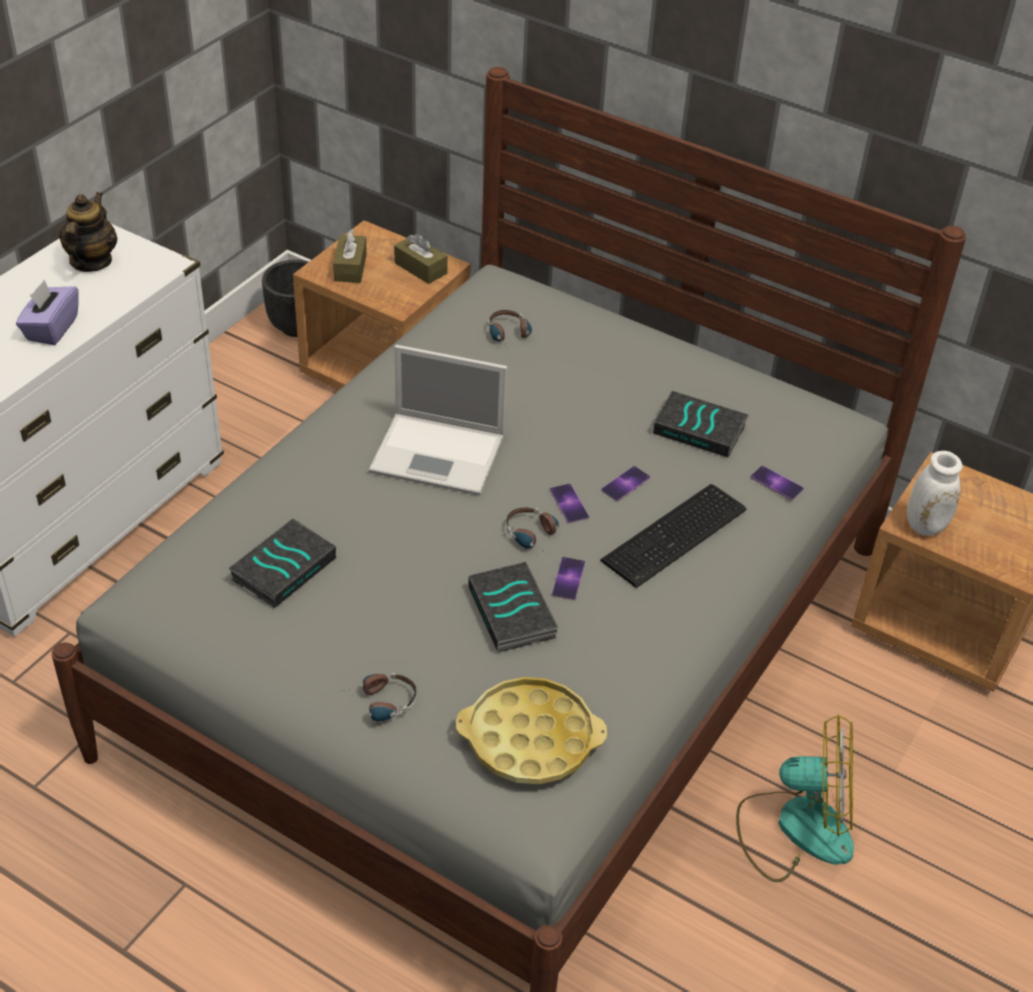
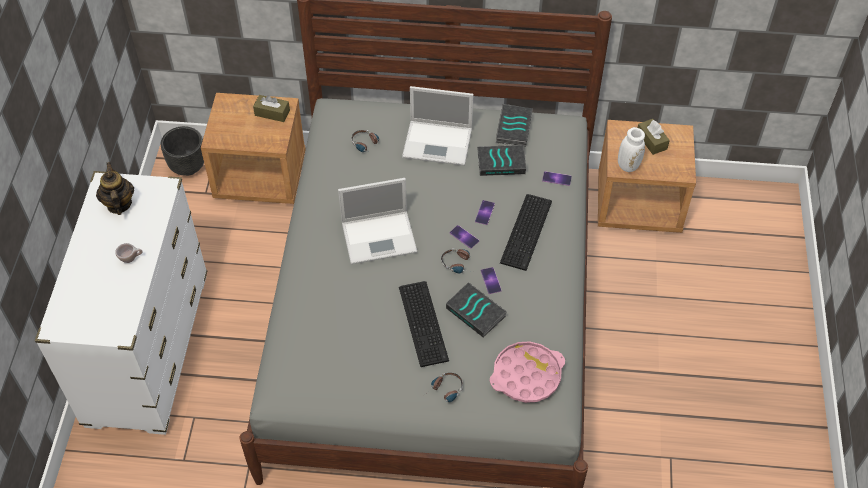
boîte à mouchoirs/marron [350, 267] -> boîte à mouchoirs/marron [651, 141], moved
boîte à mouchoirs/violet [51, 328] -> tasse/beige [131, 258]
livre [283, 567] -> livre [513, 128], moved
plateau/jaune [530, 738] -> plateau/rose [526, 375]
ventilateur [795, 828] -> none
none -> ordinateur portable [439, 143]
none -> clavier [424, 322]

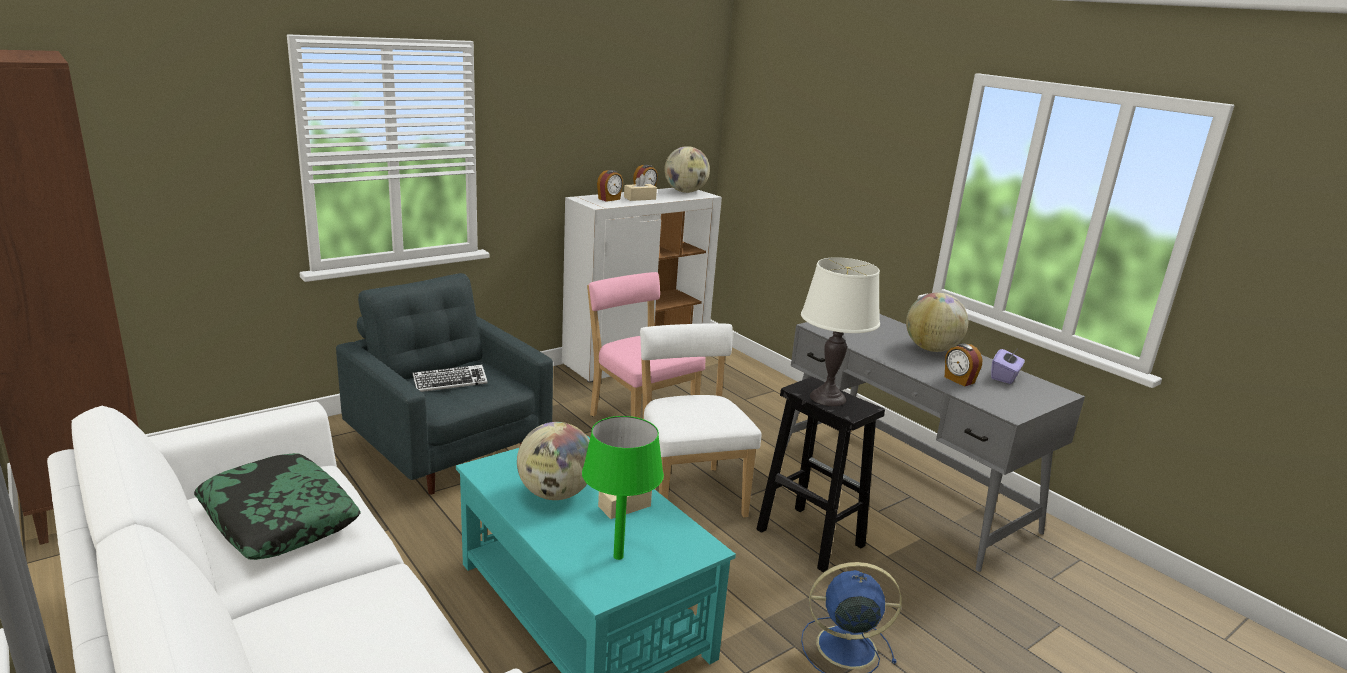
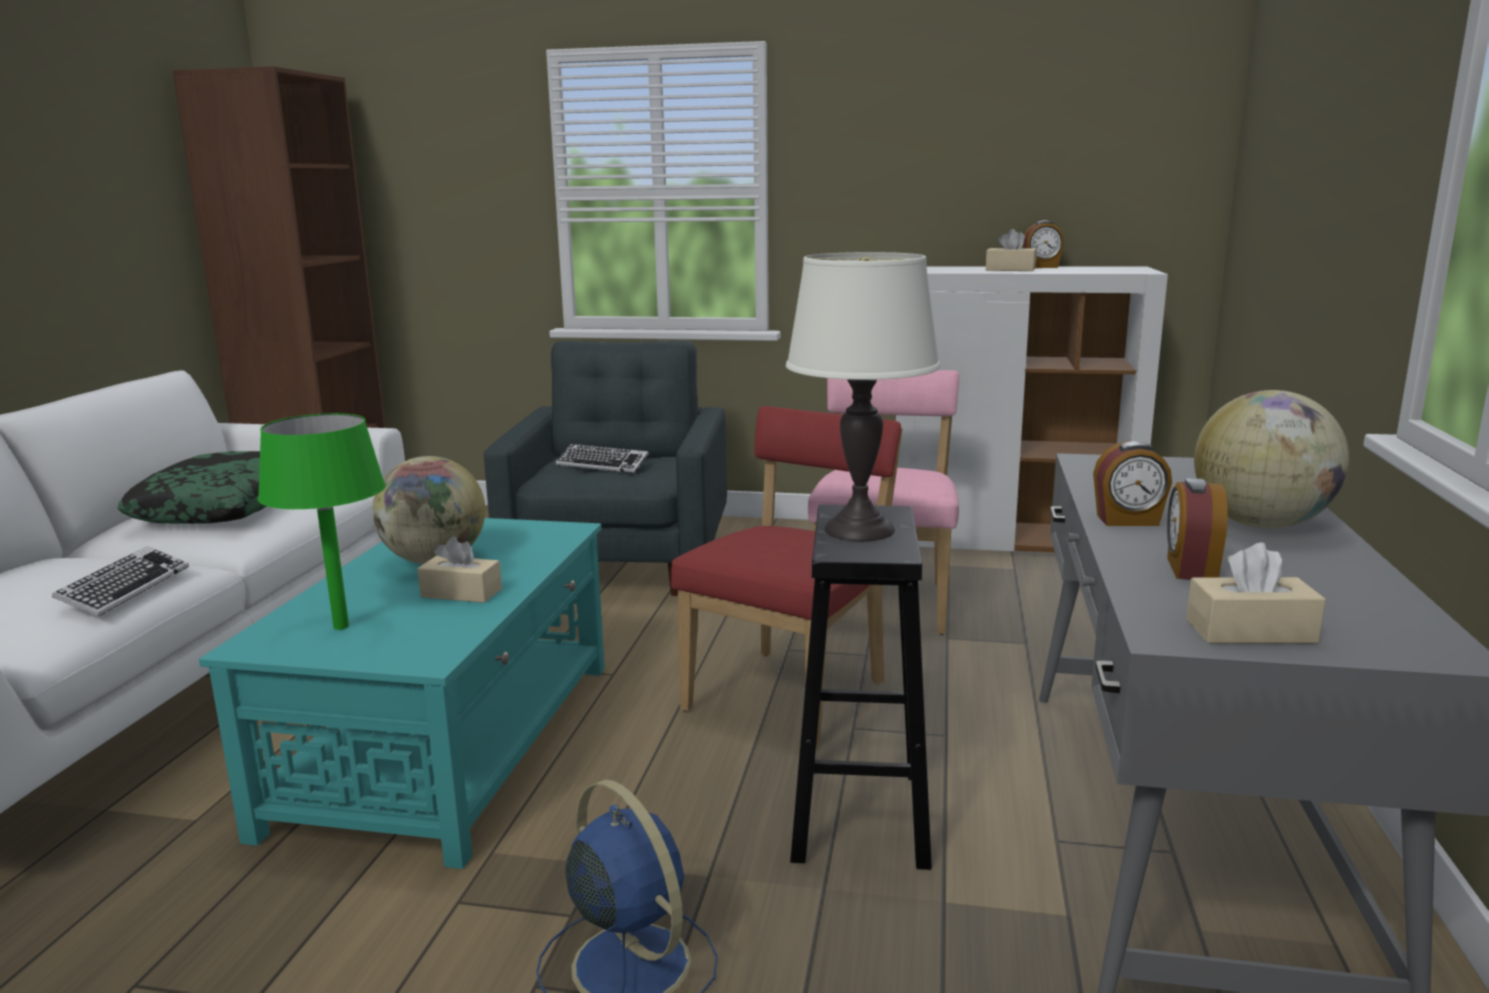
globe [685, 192] -> none
réveil [609, 199] -> réveil [1128, 521], moved
chaise/blanc [688, 492] -> chaise/rouge [792, 692]
boîte à mouchoirs/violet [1005, 377] -> none
none -> boîte à mouchoirs/beige [1250, 631]
none -> clavier [125, 589]

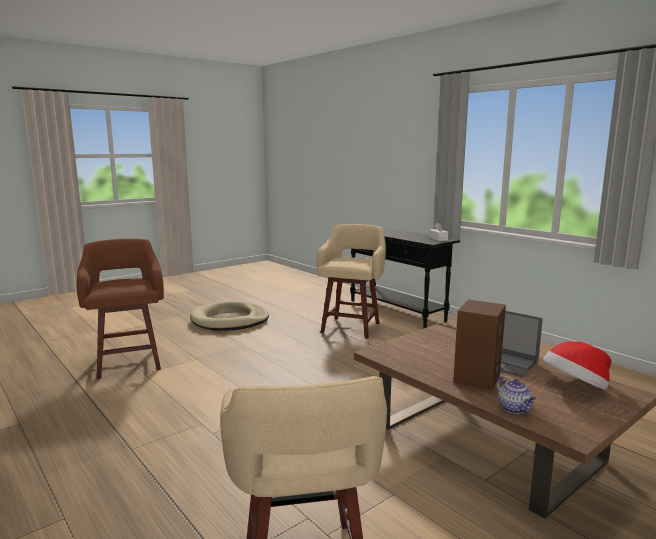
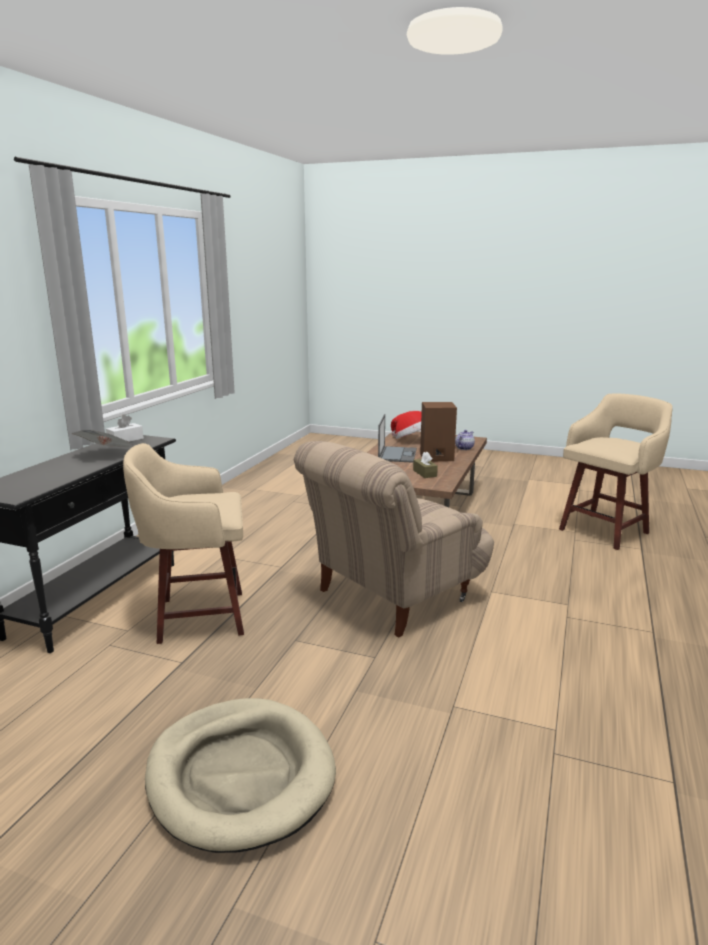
tabouret/marron [128, 362] -> none
none -> journal [107, 454]
none -> fauteuil/beige [393, 596]
none -> boîte à mouchoirs/marron [424, 473]

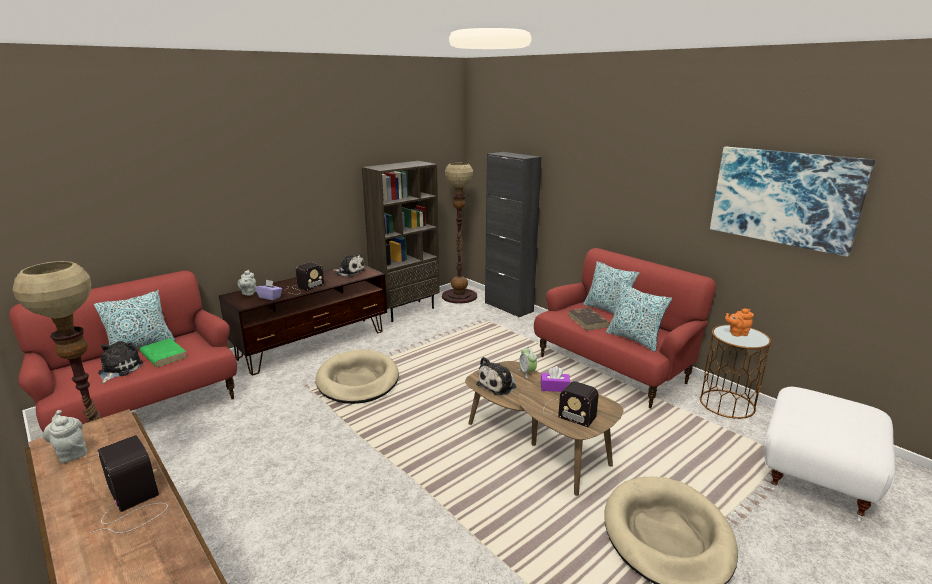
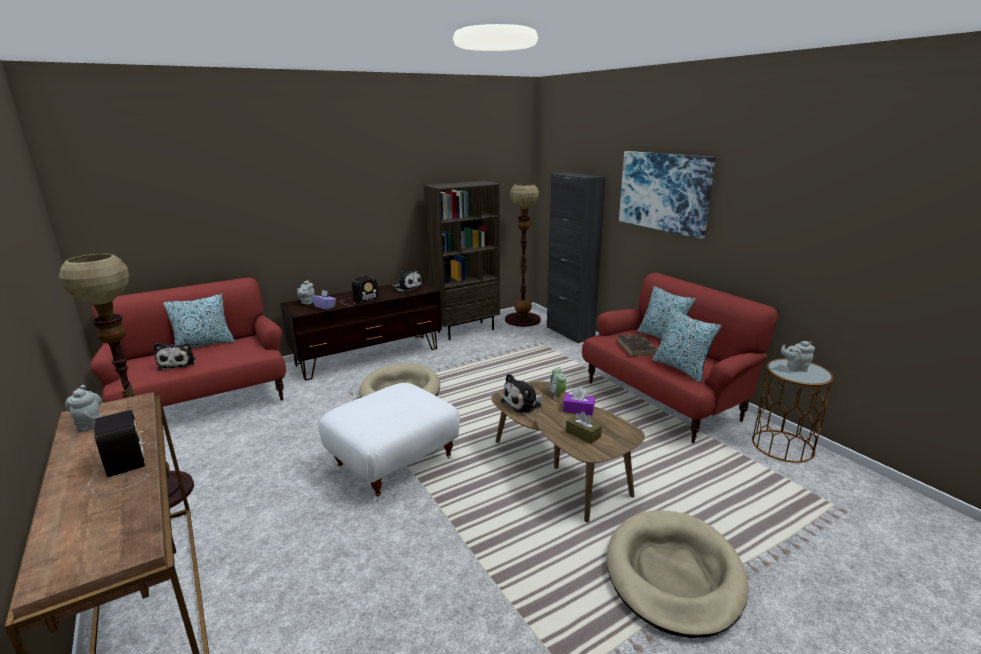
tableau [784, 197] -> tableau [664, 192], moved
théière/orange [737, 333] -> théière/gris [795, 368]
livre/vert [163, 355] -> none
peluche [118, 370] -> peluche [178, 363], 150 degrees clockwise
radio [567, 412] -> boîte à mouchoirs/marron [583, 434]
pouf/blanc [815, 475] -> pouf/blanc [394, 463], moved

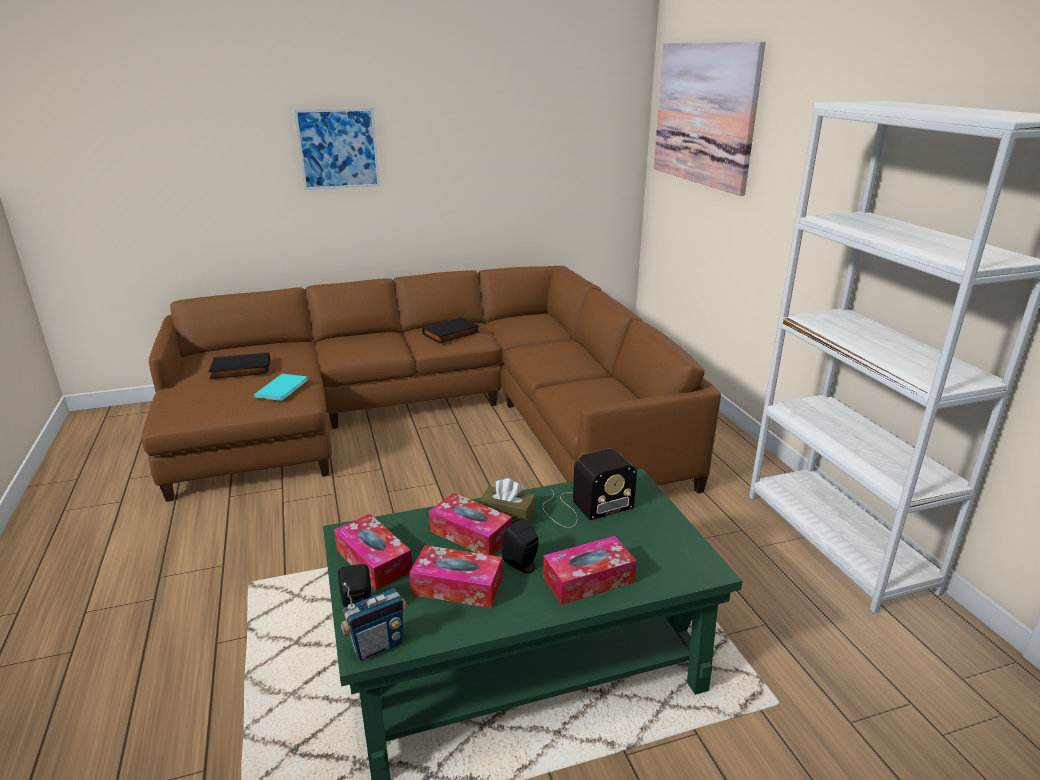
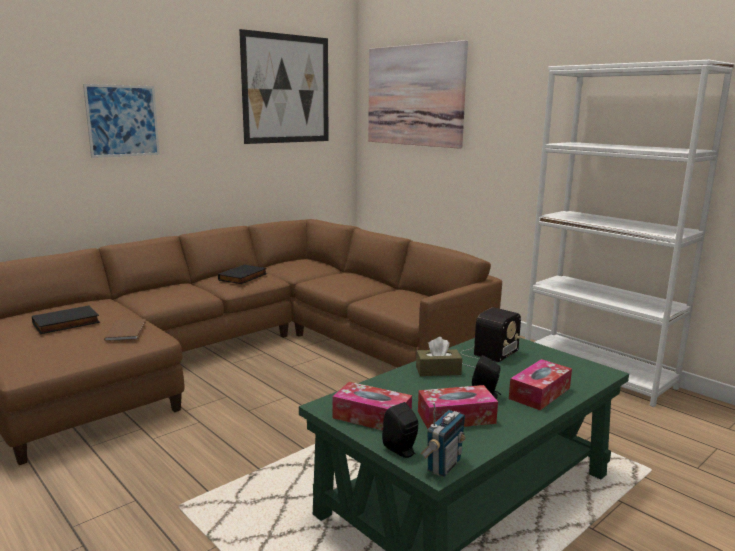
livre/turquoise [283, 387] -> livre/marron [127, 330]
boîte à mouchoirs [471, 534] -> none
none -> tableau [286, 89]

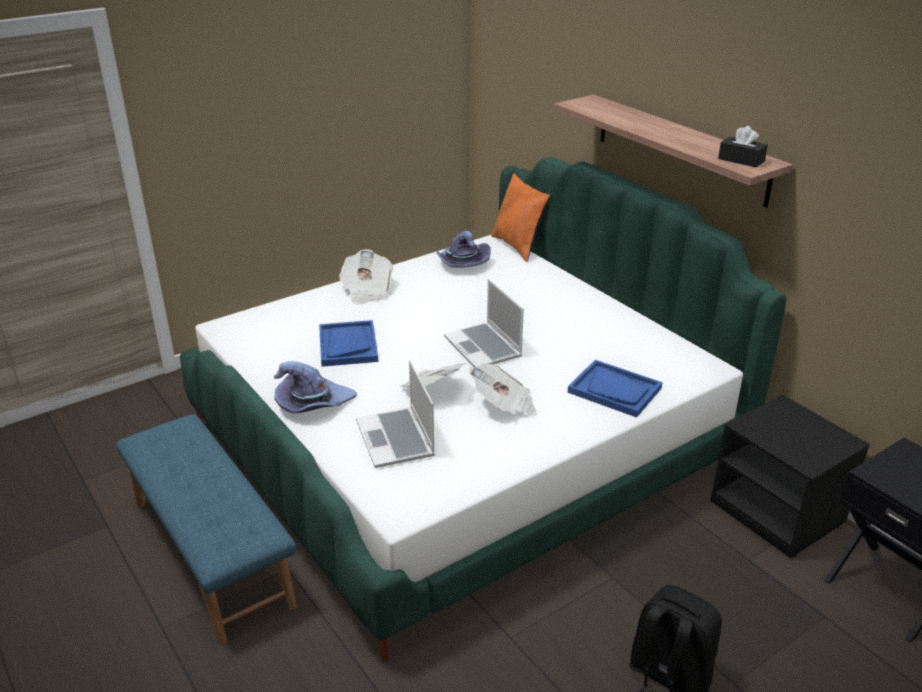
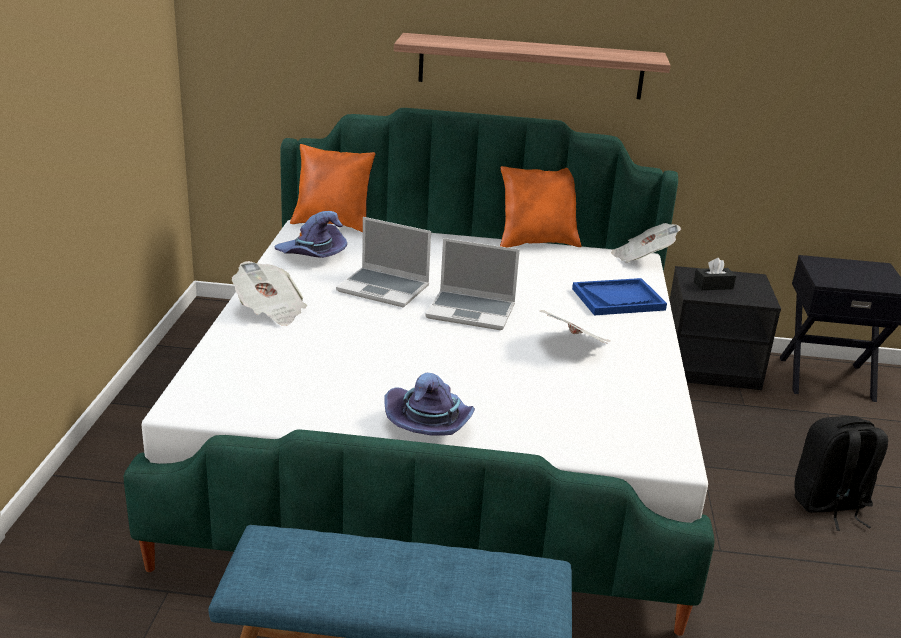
boîte à mouchoirs/noir [741, 160] -> boîte à mouchoirs/noir [713, 286], moved
plateau/bleu [348, 345] -> none
ordinateur portable [396, 440] -> ordinateur portable [385, 289], moved
journal [433, 389] -> journal [642, 258], moved
none -> coussin/orange [537, 243]

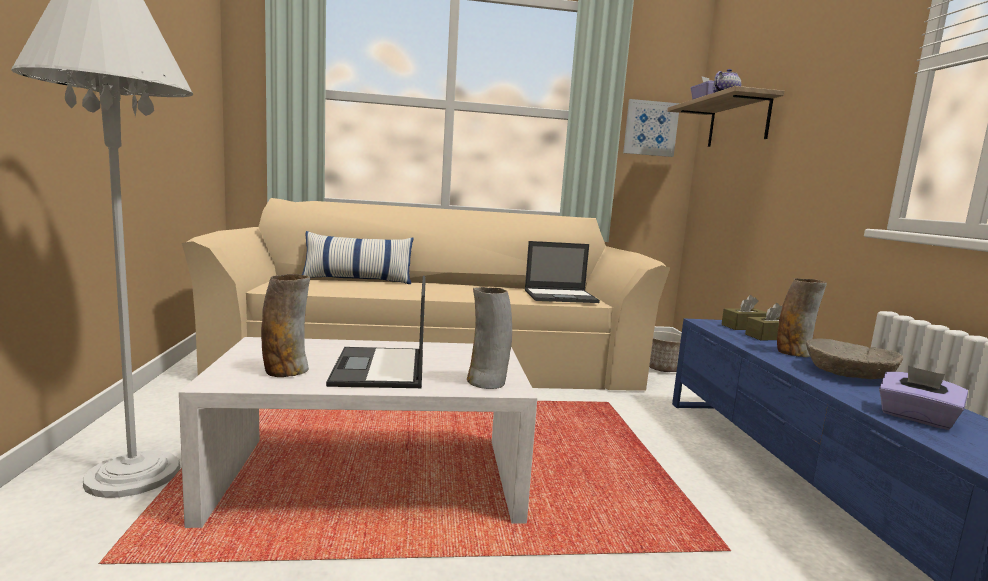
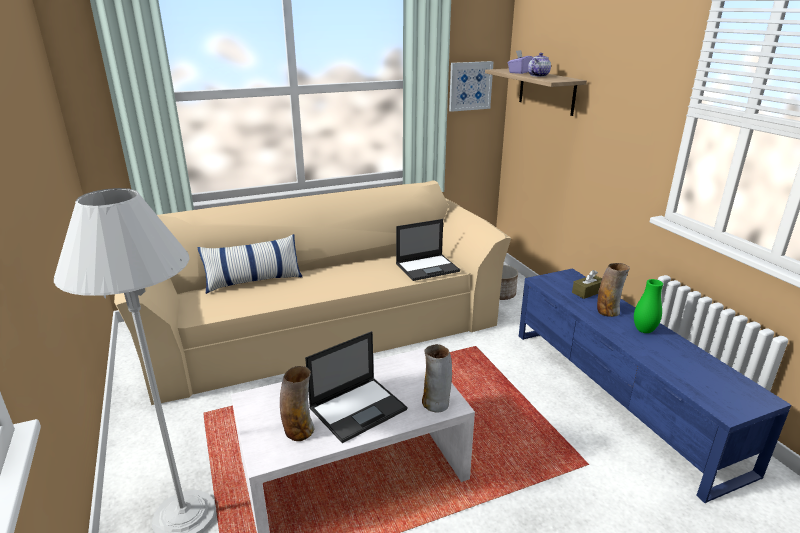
ordinateur portable [380, 369] -> ordinateur portable [359, 408], 105 degrees counterclockwise
boîte à mouchoirs/marron [744, 327] -> none
bol/beige [848, 373] -> vase/vert [644, 330]
boîte à mouchoirs/violet [916, 418] -> none

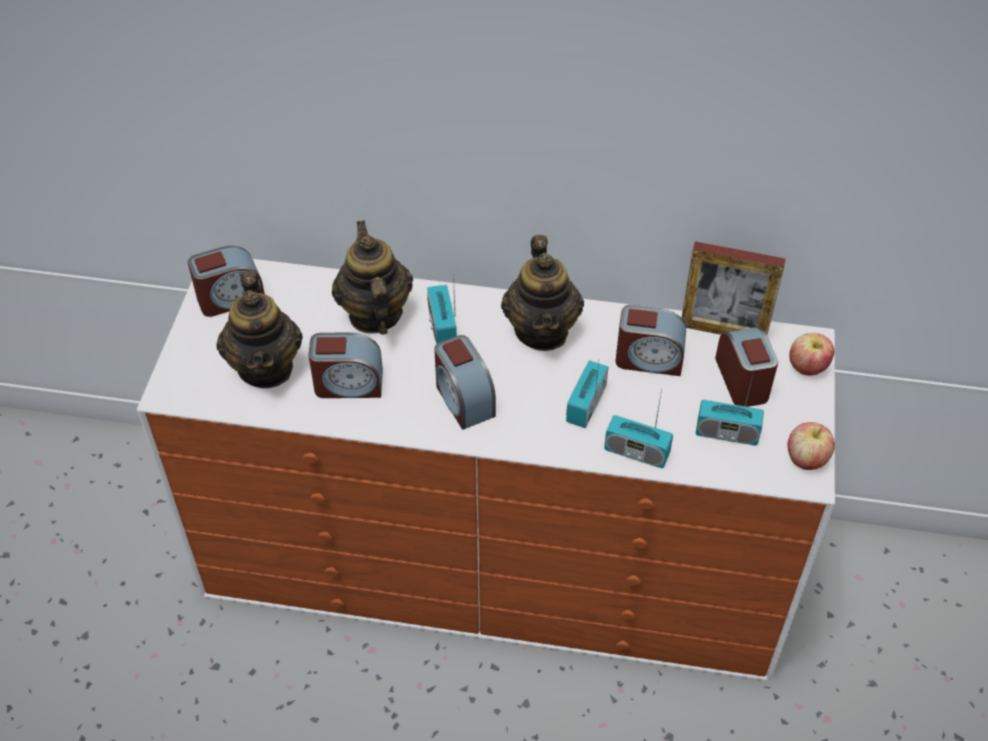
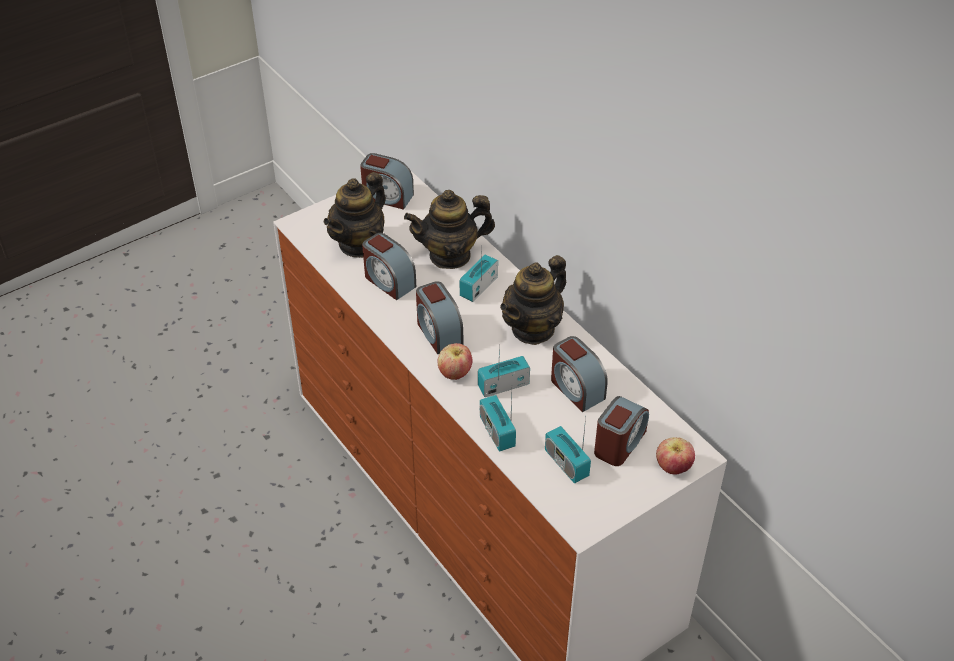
théière [374, 314] -> théière [450, 255], 135 degrees counterclockwise
cadre photo [723, 330] -> none
réveil [463, 399] -> réveil [438, 333], 45 degrees counterclockwise
pomme [806, 459] -> pomme [455, 373], moved

